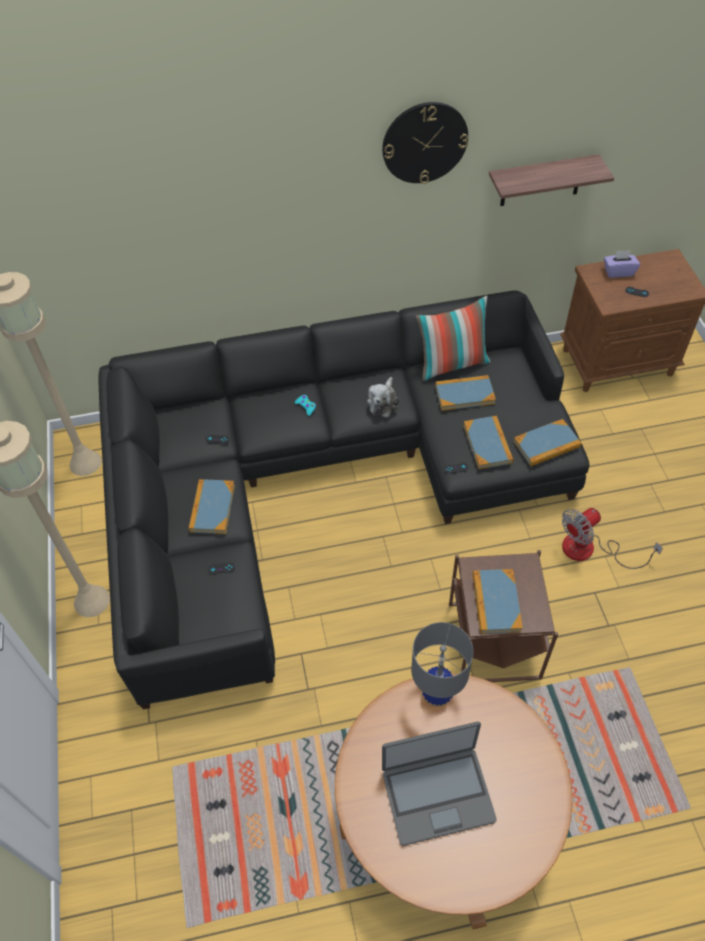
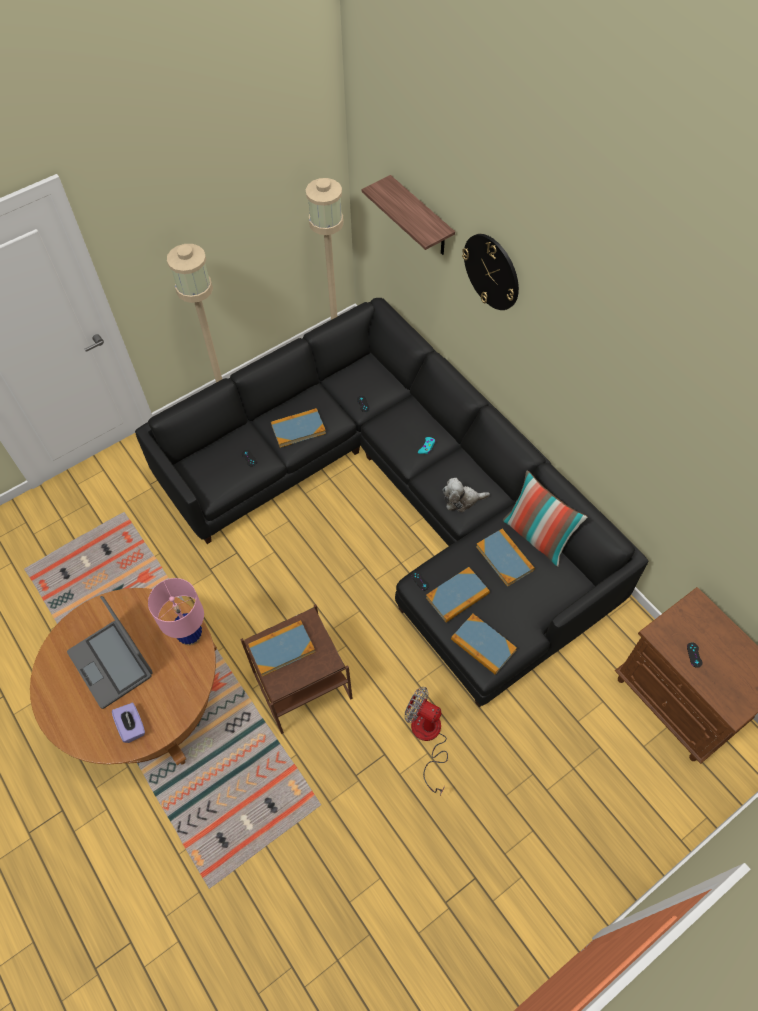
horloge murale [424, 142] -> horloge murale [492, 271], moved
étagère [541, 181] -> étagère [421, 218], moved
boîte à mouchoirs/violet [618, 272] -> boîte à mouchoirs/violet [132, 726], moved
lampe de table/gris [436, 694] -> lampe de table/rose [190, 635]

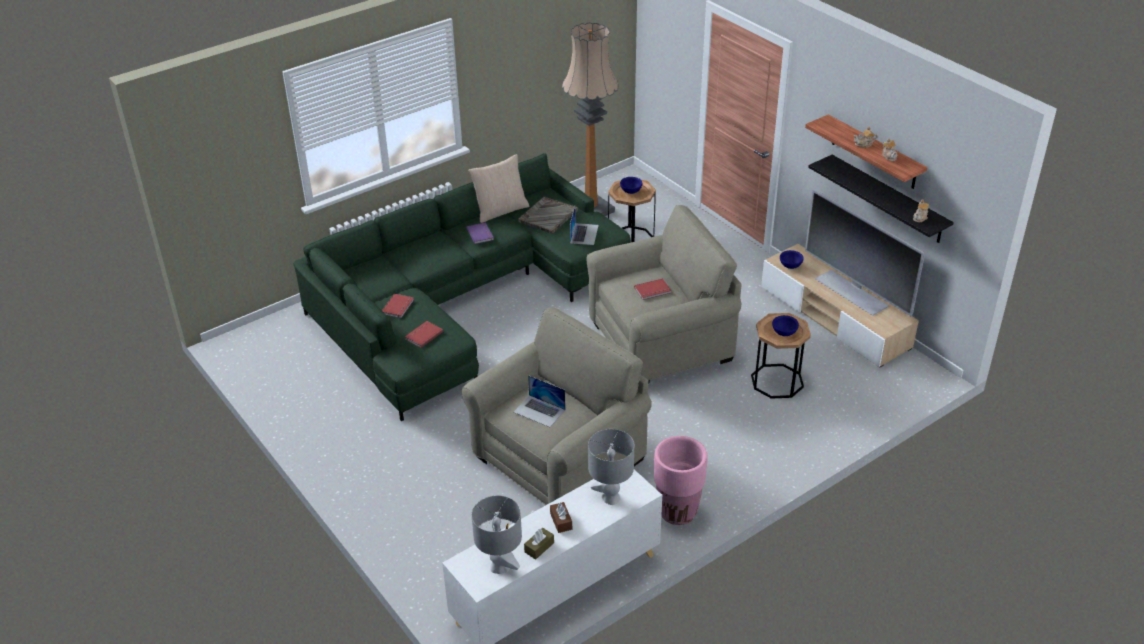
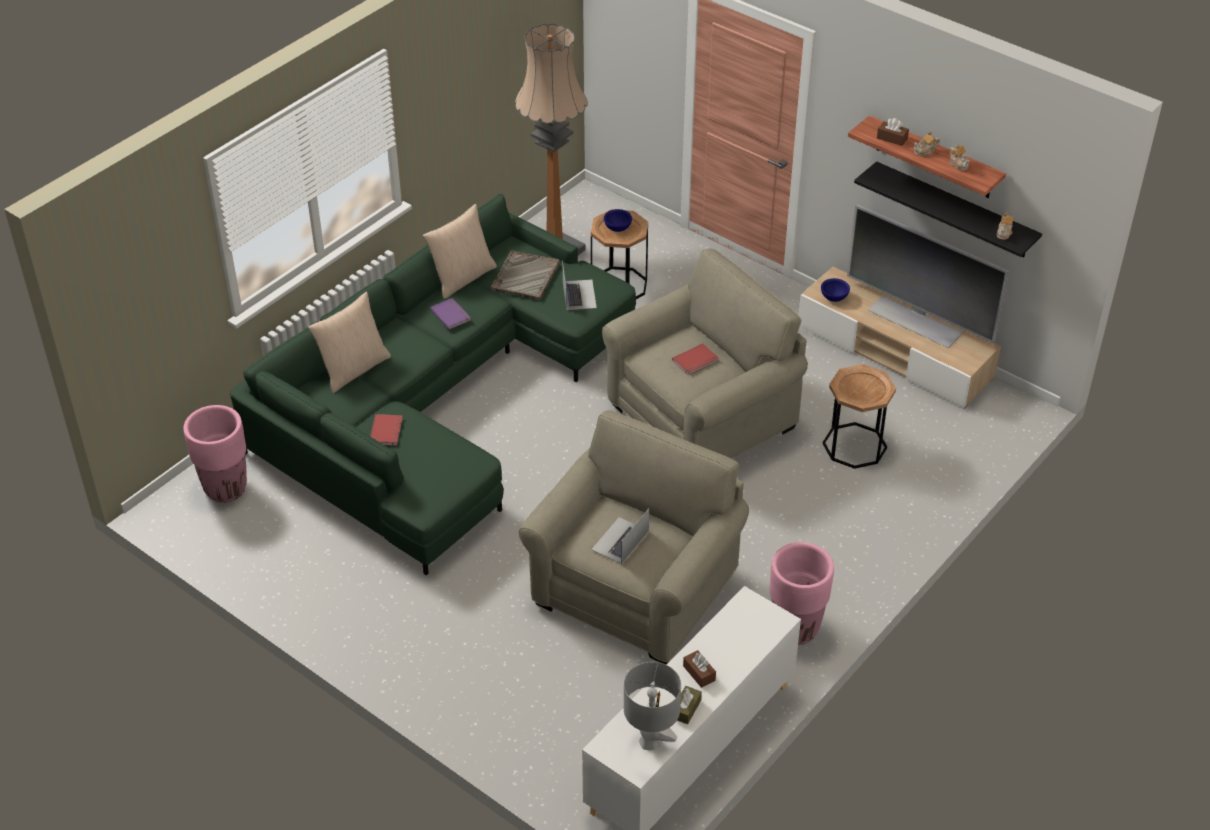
bol/bleu [784, 332] -> none
livre/rouge [423, 335] -> none
ordinateur portable [539, 411] -> ordinateur portable [620, 540], 105 degrees clockwise
lampe de table/gris [610, 498] -> none
none -> boîte à mouchoirs/marron [892, 138]
none -> coussin/beige [353, 369]
none -> cache-pot/rose [225, 489]

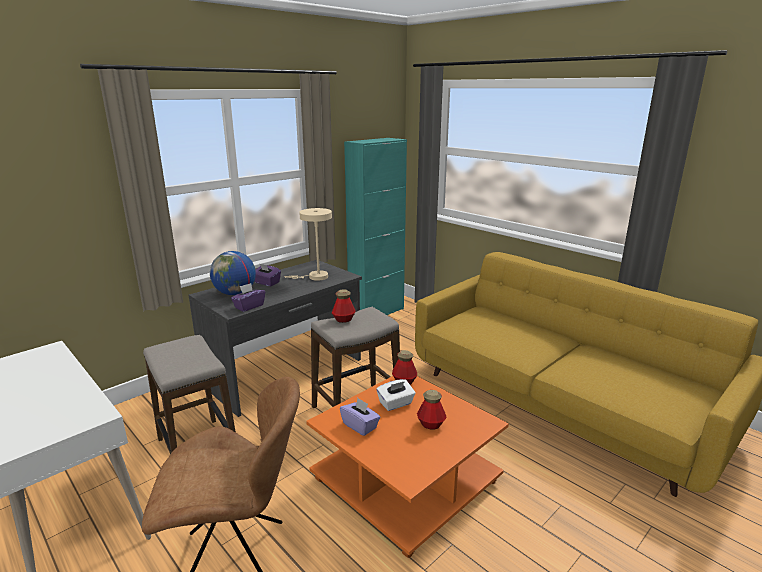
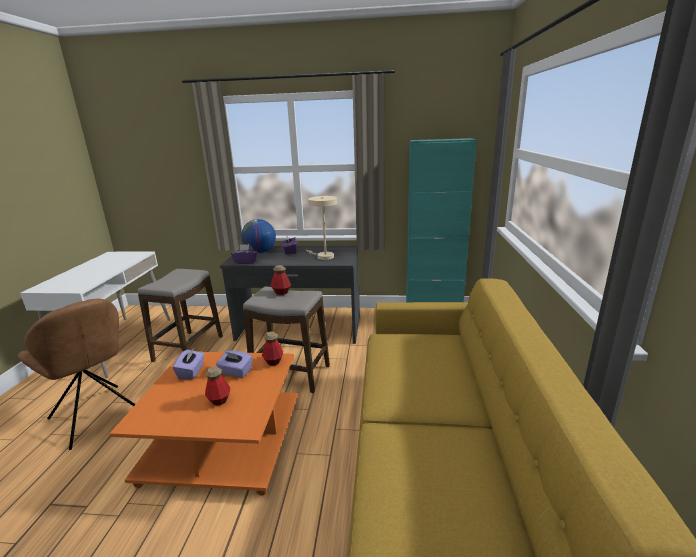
boîte à mouchoirs/blanc [396, 403] -> boîte à mouchoirs/violet [236, 372]

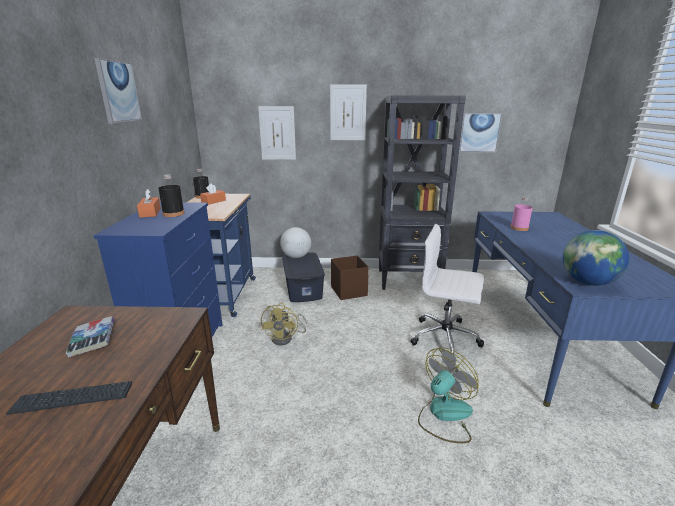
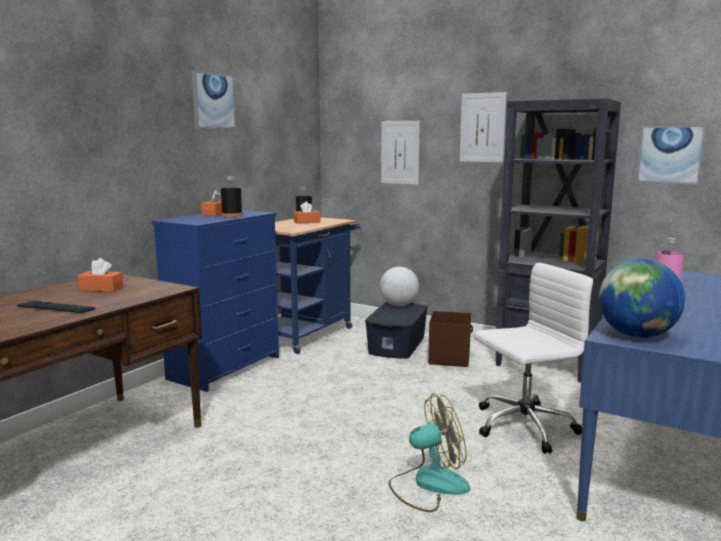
chaise de bureau/blanc [446, 338] -> chaise de bureau/blanc [522, 427], 105 degrees clockwise
ventilateur/jaune [286, 338] -> none
livre [93, 340] -> boîte à mouchoirs/orange [101, 289]

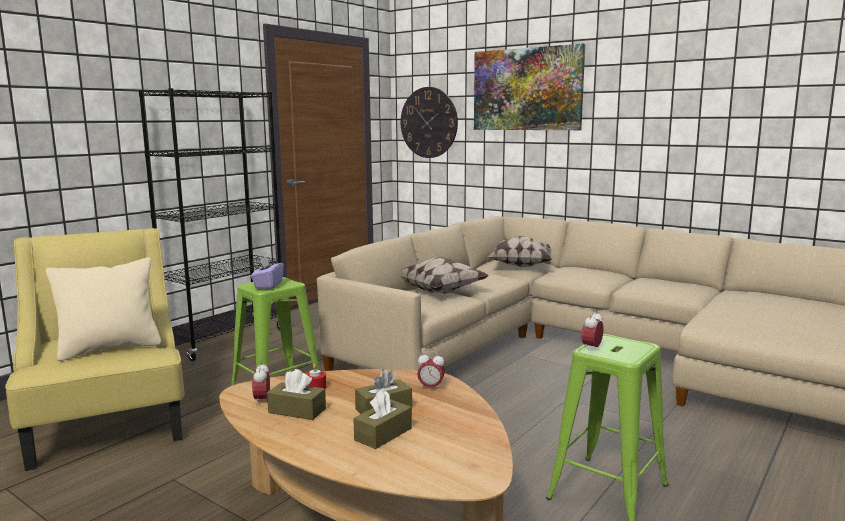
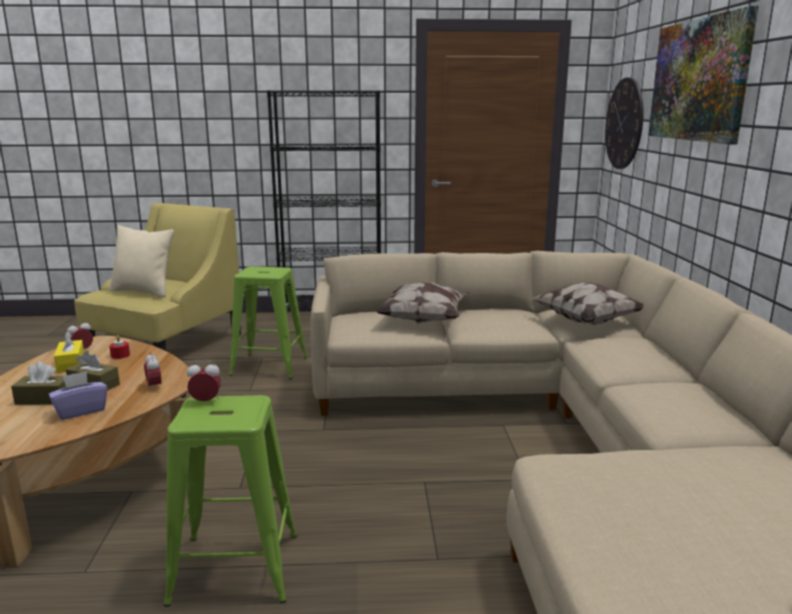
boîte à mouchoirs/violet [268, 285] -> boîte à mouchoirs/violet [81, 411], moved
boîte à mouchoirs/marron [297, 411] -> boîte à mouchoirs/jaune [71, 364]

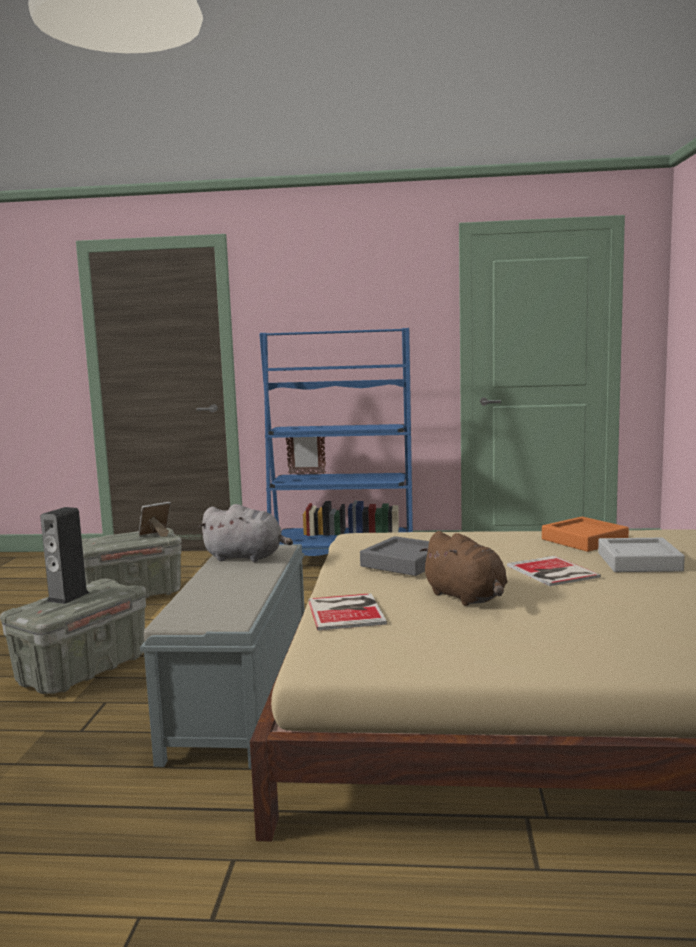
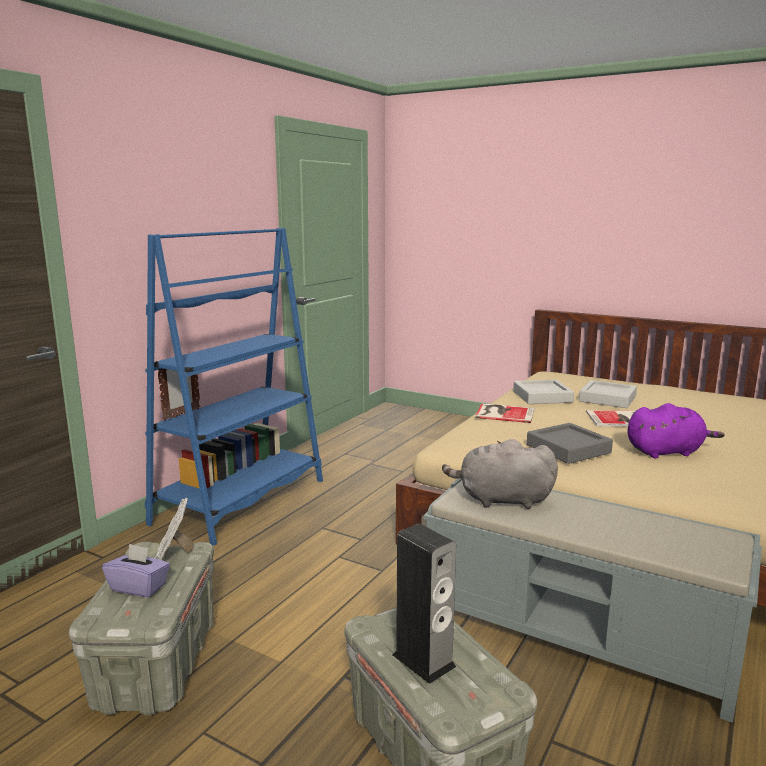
peluche/gris [247, 557] -> peluche/gris [501, 500], 120 degrees counterclockwise
plateau/orange [584, 540] -> plateau/gris [542, 397]
peluche/marron [467, 598] -> peluche/violet [667, 452]
livre [347, 611] -> livre [503, 413], moved
none -> boîte à mouchoirs/violet [139, 587]

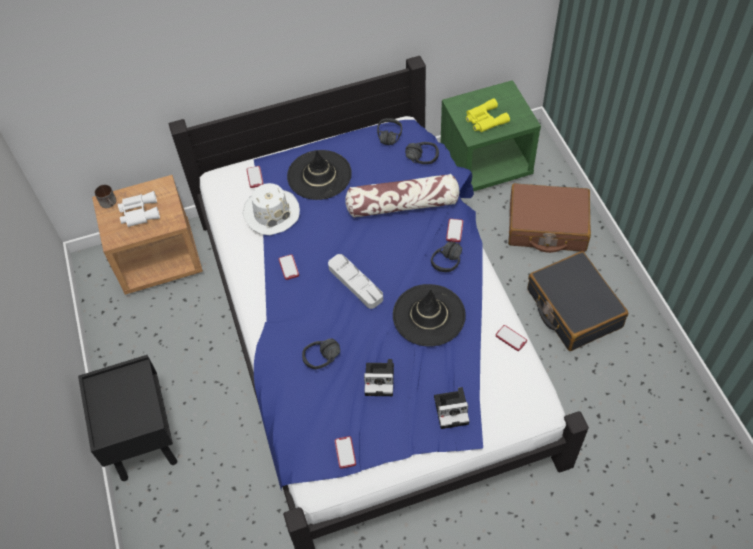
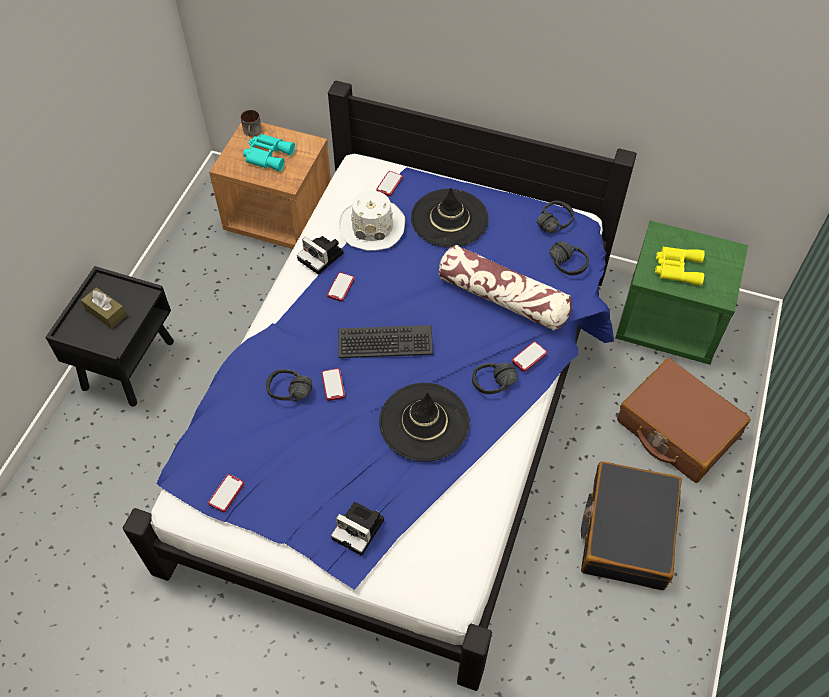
jumelles/blanc [139, 212] -> jumelles/turquoise [268, 155]
plateau/gris [355, 283] -> clavier [385, 343]
téléphone [511, 338] -> téléphone [333, 385], moved
appareil photo [381, 379] -> appareil photo [322, 257], moved
none -> boîte à mouchoirs/marron [106, 313]

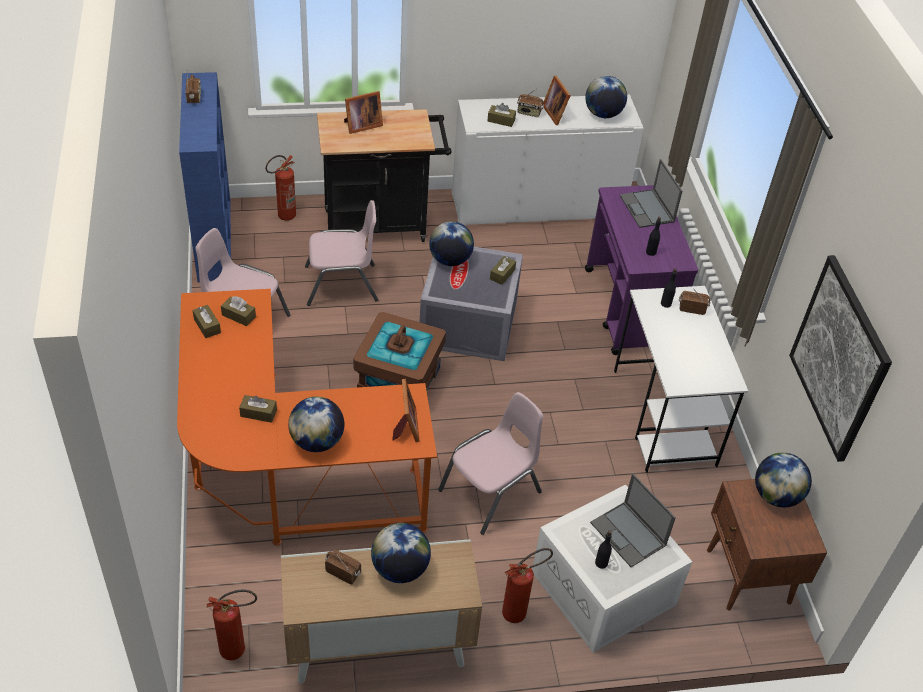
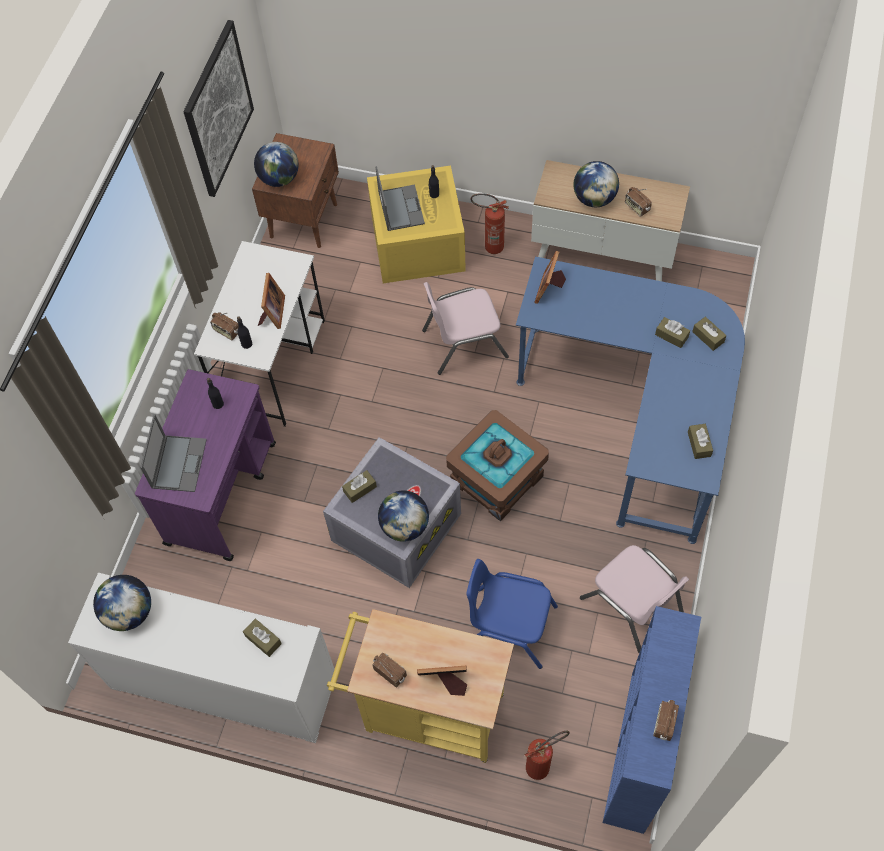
cadre photo [556, 113] -> cadre photo [272, 313], moved
radio [529, 113] -> radio [390, 672], moved
chariot/noir [382, 224] -> chariot/jaune [426, 711]
chaise/rose [341, 284] -> chaise/bleu [509, 626]
bureau/orange [283, 472] -> bureau/bleu [636, 414]
boîte à mouchoirs/marron [238, 316] -> boîte à mouchoirs/marron [708, 337], moved
globe [317, 441] -> none
boîte de rangement/blanc [605, 589] -> boîte de rangement/jaune [416, 243]
extincteur [239, 649] -> none

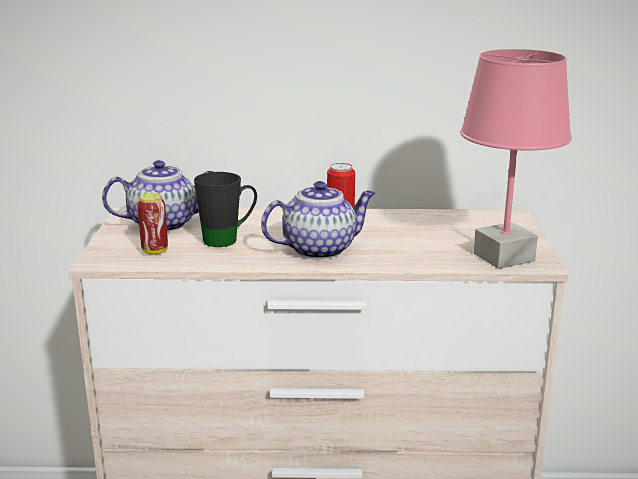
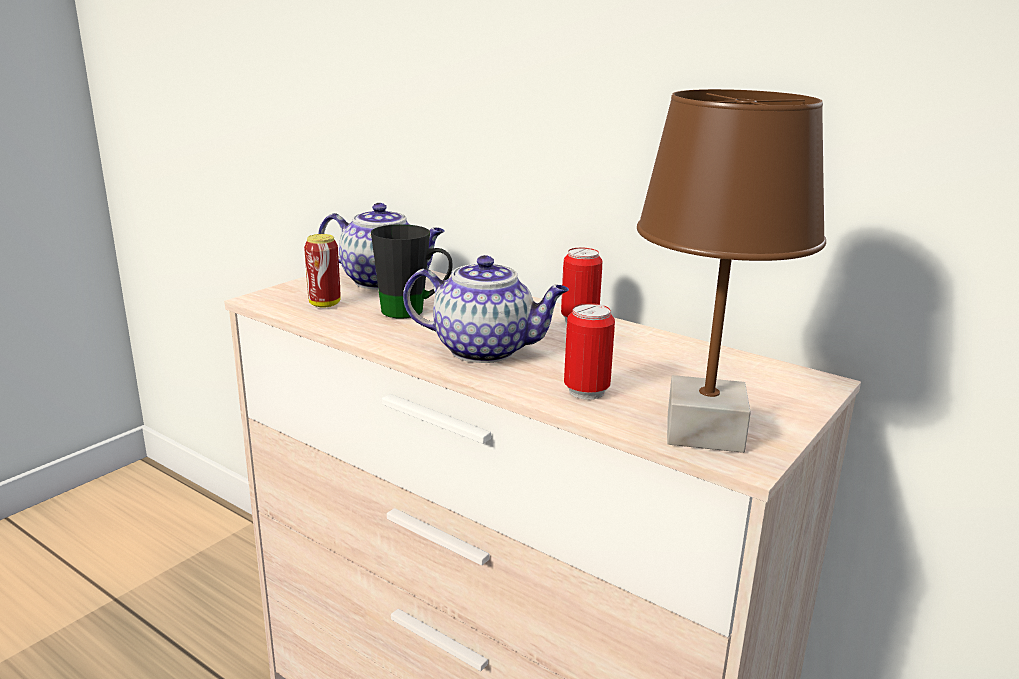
lampe de table/rose [504, 257] -> lampe de table/marron [705, 432]
none -> boîte métallique [586, 391]

